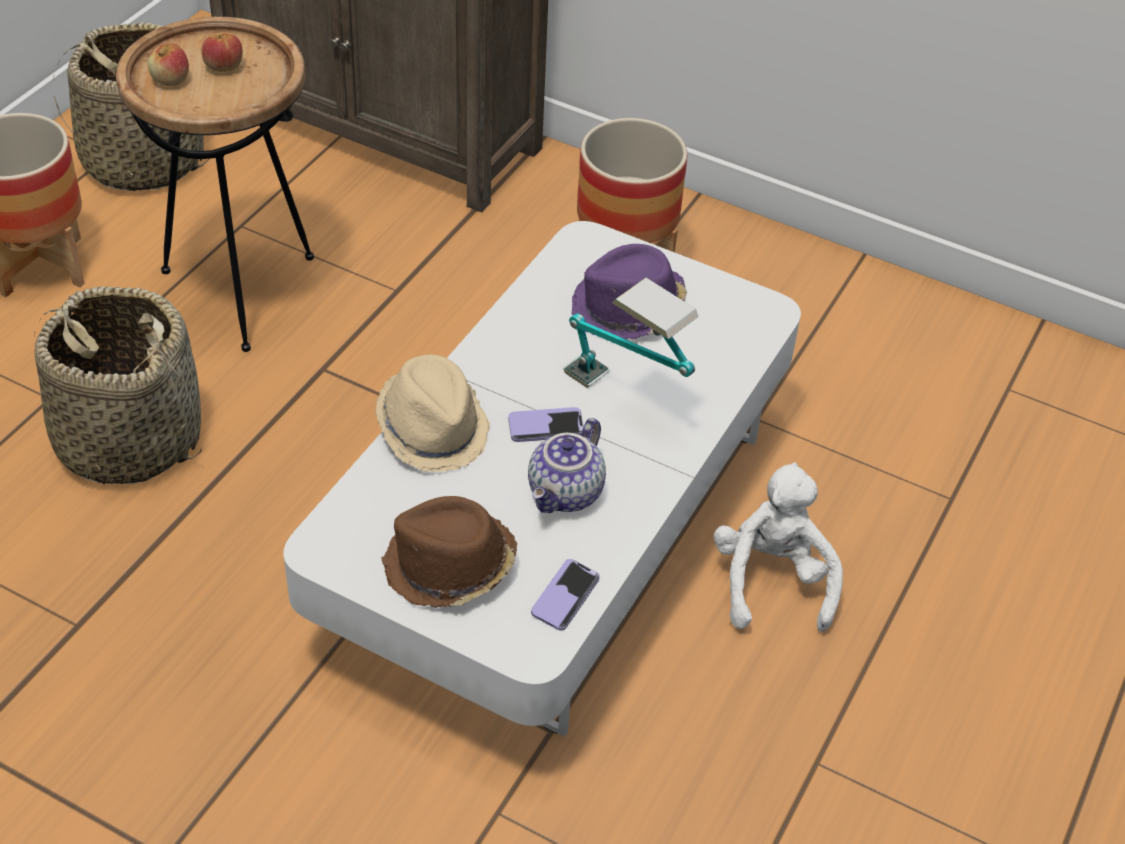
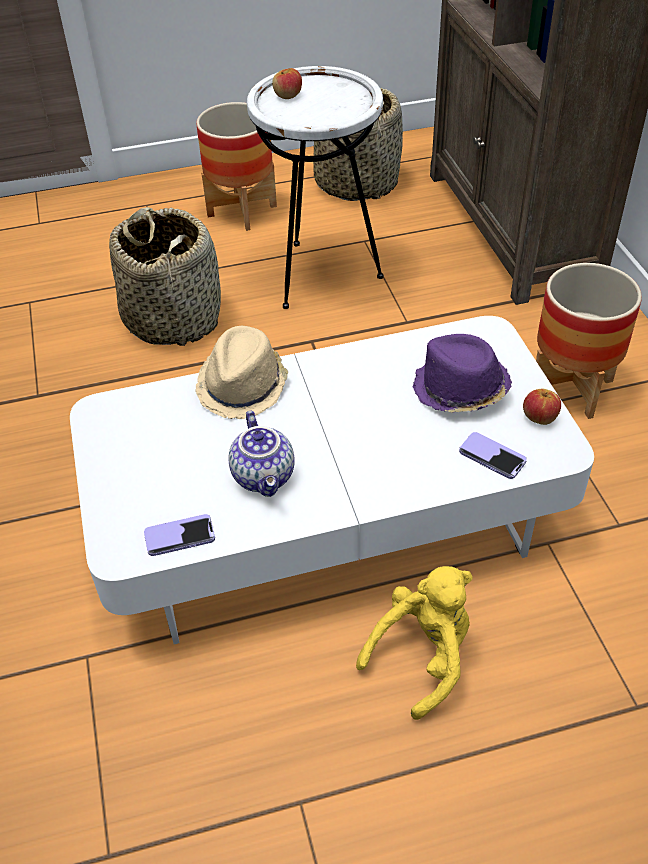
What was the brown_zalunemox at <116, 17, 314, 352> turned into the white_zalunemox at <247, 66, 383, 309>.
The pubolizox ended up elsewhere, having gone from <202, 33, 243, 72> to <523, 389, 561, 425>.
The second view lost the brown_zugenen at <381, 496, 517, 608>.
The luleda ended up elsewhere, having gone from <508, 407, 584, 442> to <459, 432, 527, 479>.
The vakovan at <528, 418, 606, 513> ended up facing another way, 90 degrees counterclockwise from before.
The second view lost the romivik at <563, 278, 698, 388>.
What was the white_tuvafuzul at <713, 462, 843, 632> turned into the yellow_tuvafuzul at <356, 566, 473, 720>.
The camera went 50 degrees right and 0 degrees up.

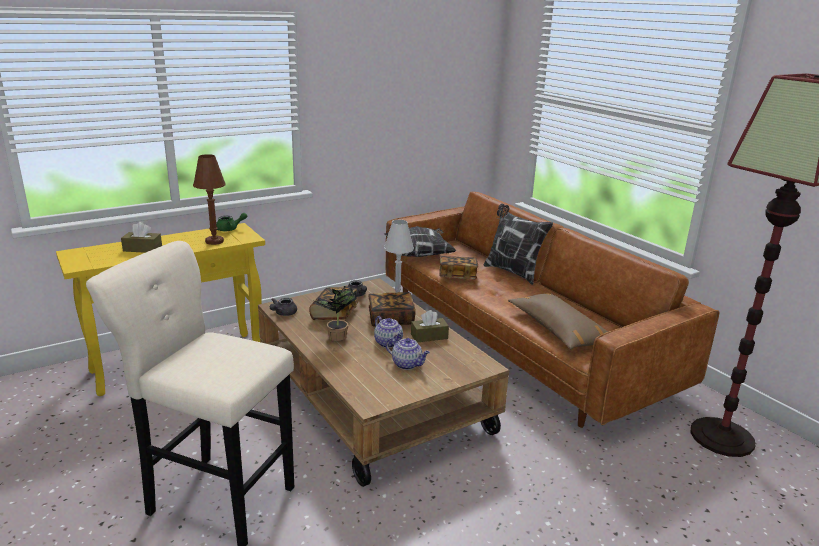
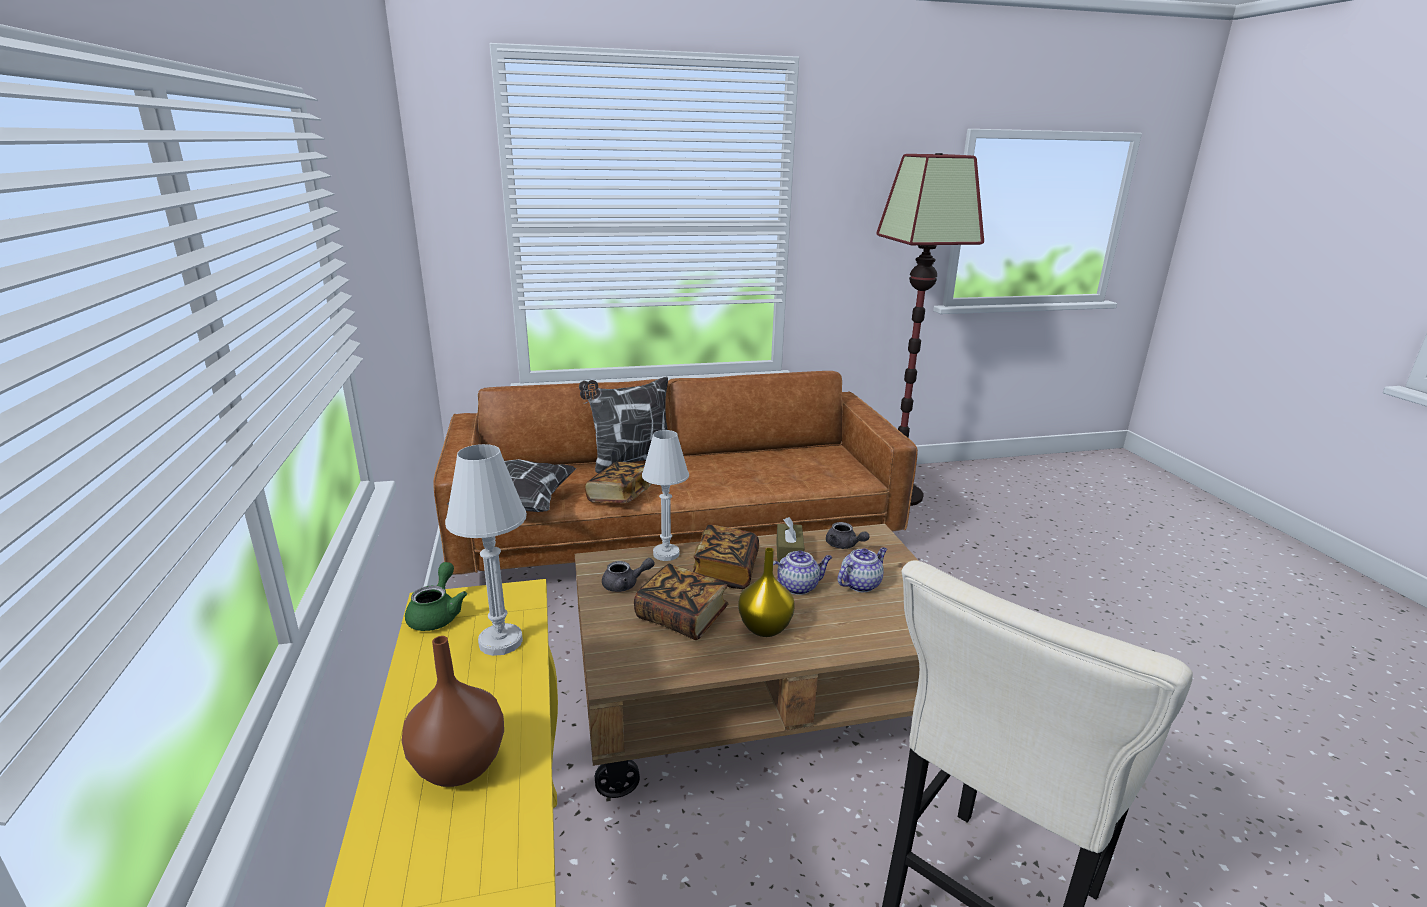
Where the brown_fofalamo stood at <121, 222, 162, 253>, the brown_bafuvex came to stand at <402, 636, 504, 787>.
What was the brown_romivik at <193, 154, 226, 245> turned into the white_romivik at <445, 444, 527, 656>.
The grey_vakovan ended up elsewhere, having gone from <270, 298, 297, 316> to <826, 522, 870, 549>.
Where the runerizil stood at <314, 287, 357, 341>, the yellow_bafuvex came to stand at <738, 548, 795, 637>.
The second view lost the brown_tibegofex at <508, 293, 608, 349>.
The camera went 70 degrees left and 0 degrees up.

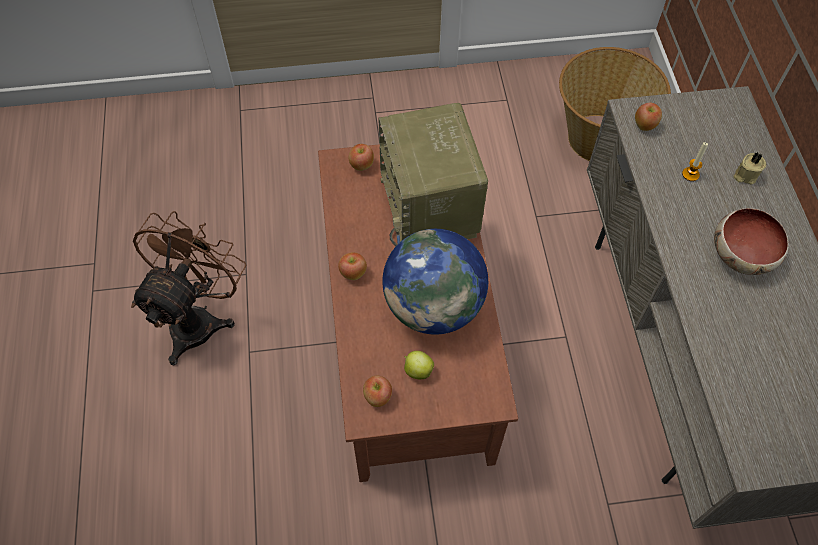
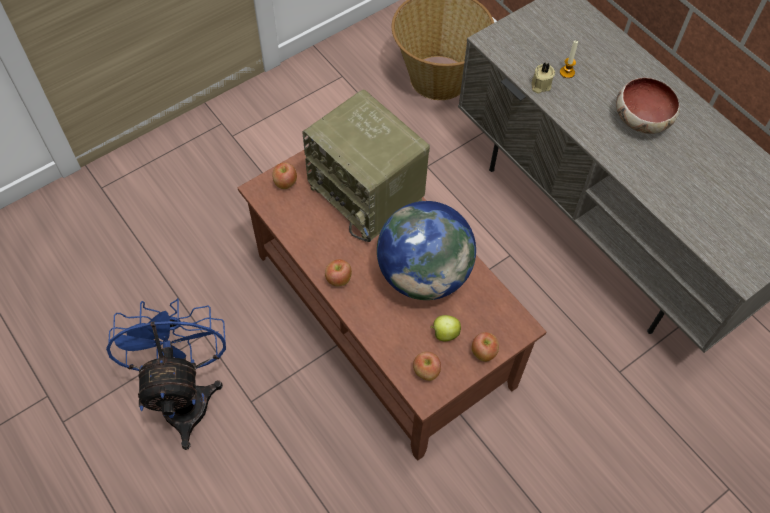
What was the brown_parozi at <131, 211, 247, 365> turned into the blue_parozi at <106, 298, 226, 450>.
The pubolizox ended up elsewhere, having gone from <635, 103, 662, 131> to <472, 332, 499, 362>.
The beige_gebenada ended up elsewhere, having gone from <733, 152, 766, 185> to <532, 63, 555, 93>.
The camera went 30 degrees left and 0 degrees up.

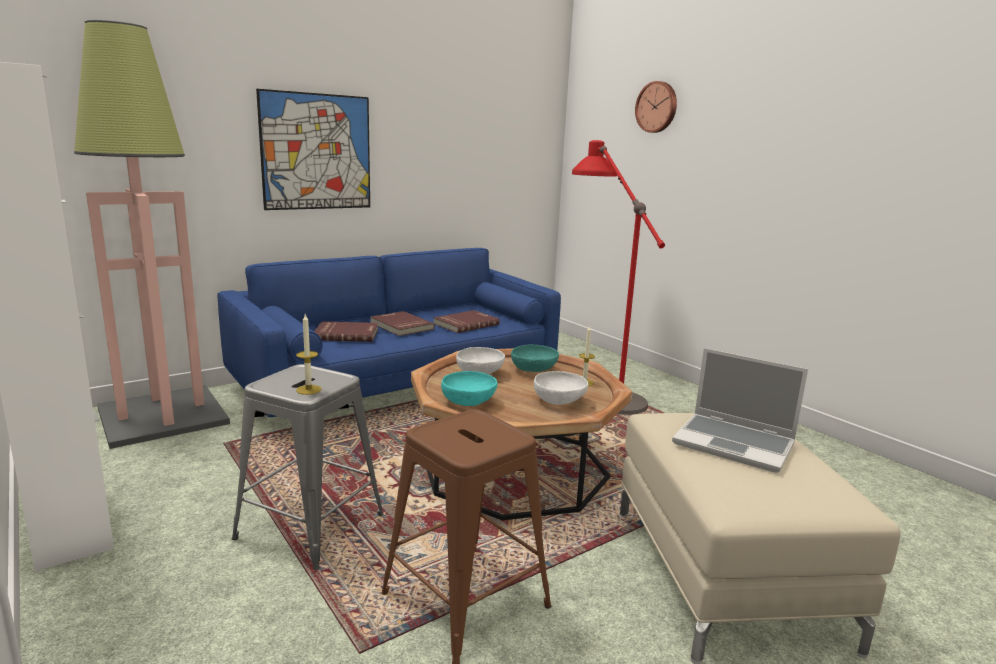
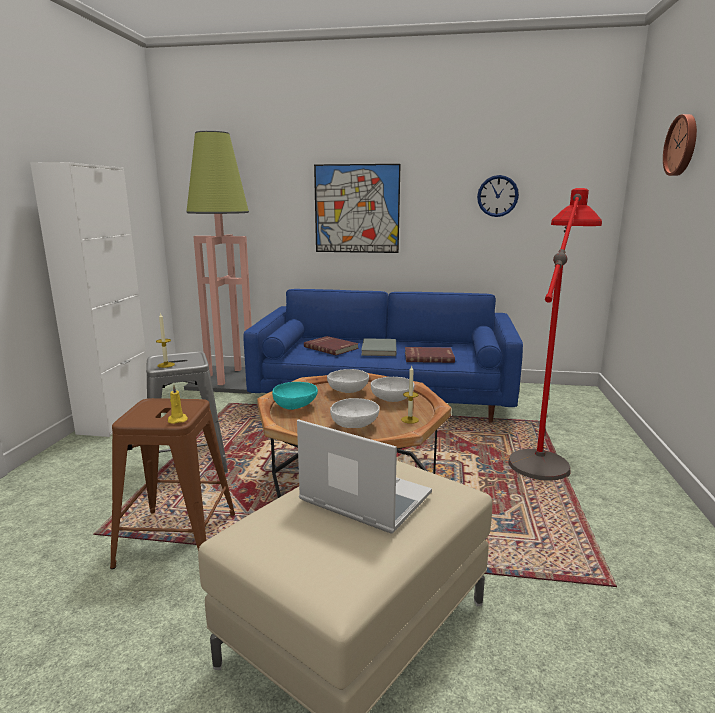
What was the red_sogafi at <370, 311, 435, 336> turned into the grey_sogafi at <361, 338, 397, 356>.
What was the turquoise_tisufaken at <511, 344, 559, 372> turned into the white_tisufaken at <371, 377, 415, 402>.
The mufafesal at <672, 348, 808, 473> ended up facing another way, 135 degrees clockwise from before.
The second view gained the yellow_gebenada at <168, 385, 188, 424>.
The second view gained the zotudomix at <477, 175, 519, 217>.
The camera went 45 degrees right and 0 degrees up.

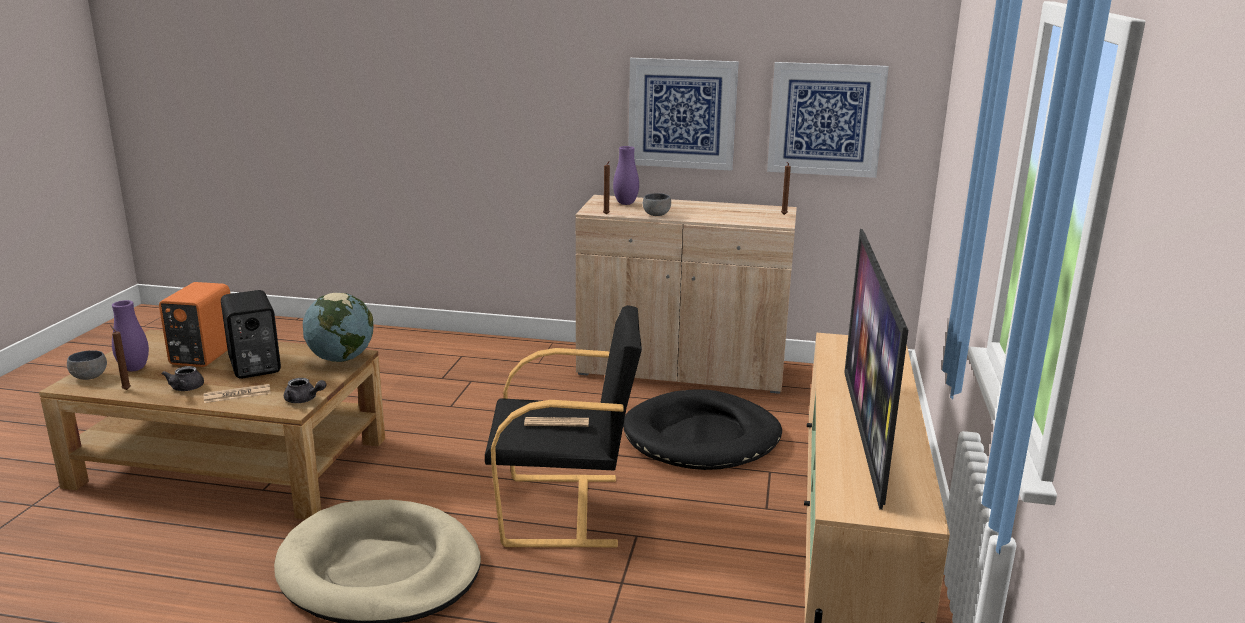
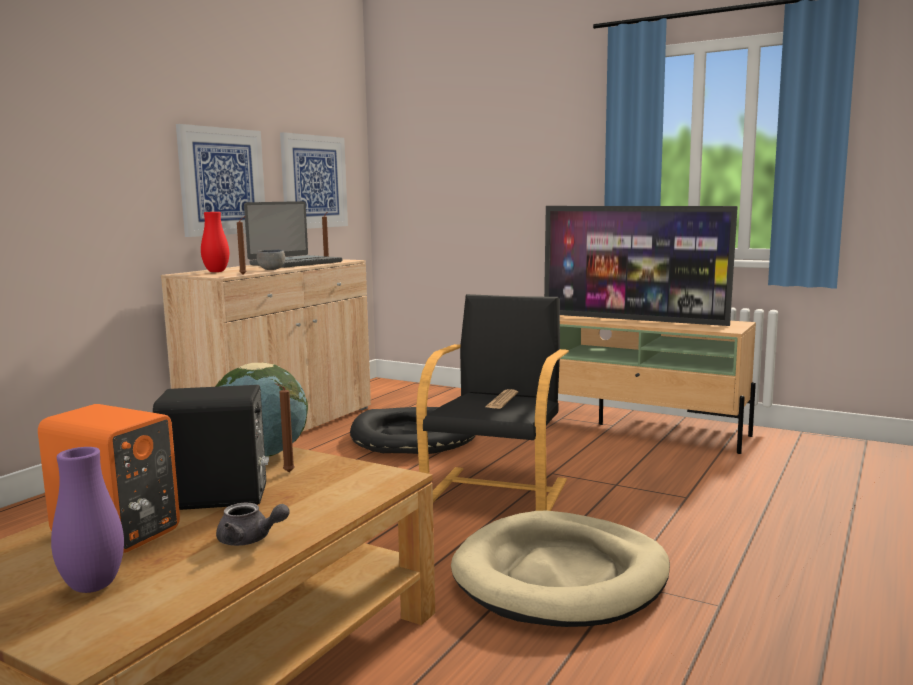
The second view lost the grey_tisufaken at <67, 350, 107, 380>.
The brown_gebenada ended up elsewhere, having gone from <110, 325, 131, 390> to <275, 383, 295, 472>.
The second view lost the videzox at <204, 384, 271, 403>.
The second view lost the grey_vakovan at <284, 378, 327, 403>.
What was the purple_bafuvex at <613, 146, 639, 205> turned into the red_bafuvex at <201, 212, 229, 272>.
The second view gained the mufafesal at <244, 201, 342, 268>.
The camera went 70 degrees left and 10 degrees down.

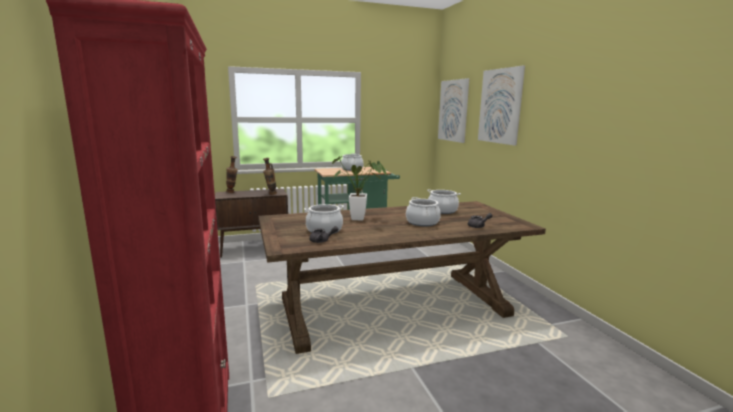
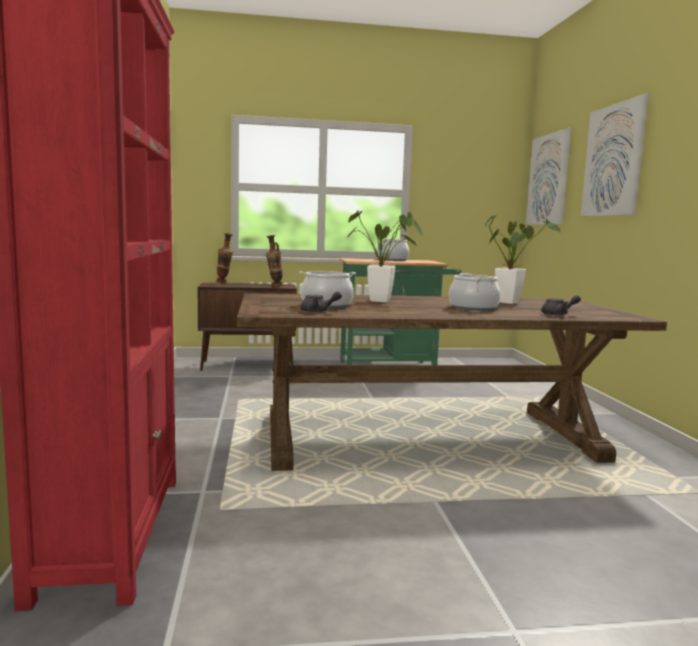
Where the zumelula stood at <427, 189, 461, 214>, the runerizil came to stand at <484, 215, 561, 304>.
The camera went 10 degrees right and 5 degrees down.

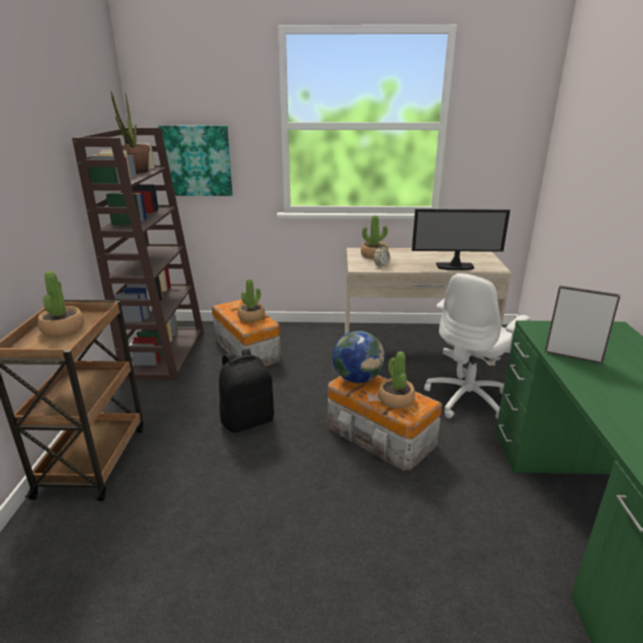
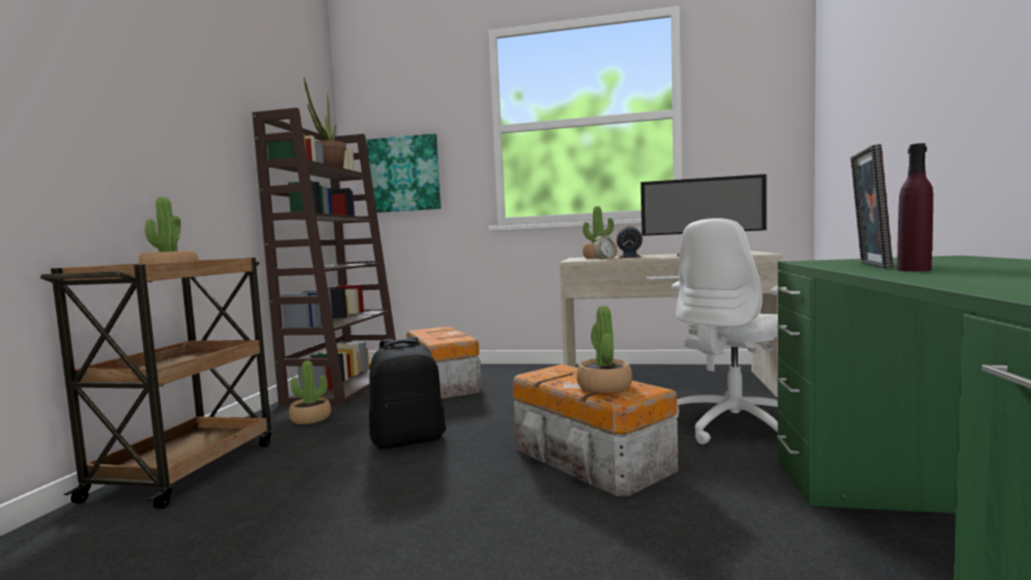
The runerizil ended up elsewhere, having gone from <238, 279, 265, 322> to <289, 360, 331, 424>.
The second view lost the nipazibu at <332, 331, 385, 383>.
The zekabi at <545, 285, 620, 364> ended up facing another way, 105 degrees counterclockwise from before.
The second view gained the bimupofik at <616, 226, 643, 258>.
The second view gained the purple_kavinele at <897, 143, 933, 272>.
The camera went 10 degrees right and 20 degrees down.

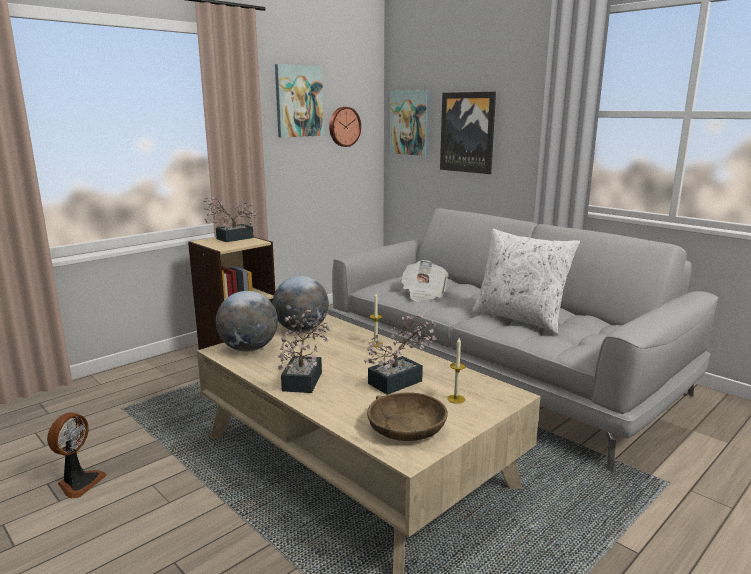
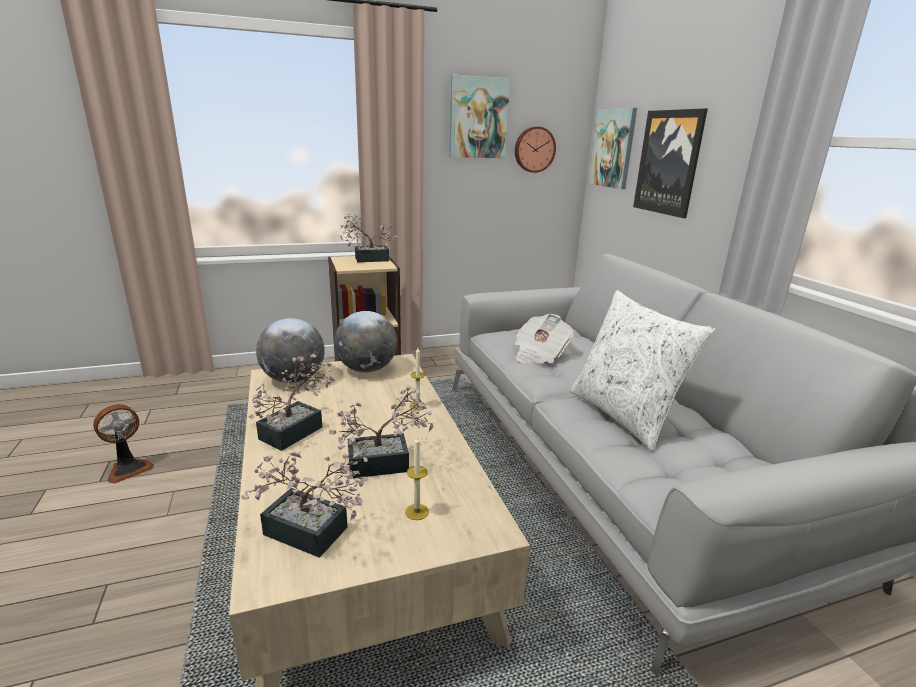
Where the brown_tisufaken stood at <367, 392, 448, 441>, the runerizil came to stand at <241, 452, 368, 558>.
The camera went 25 degrees right and 5 degrees up.

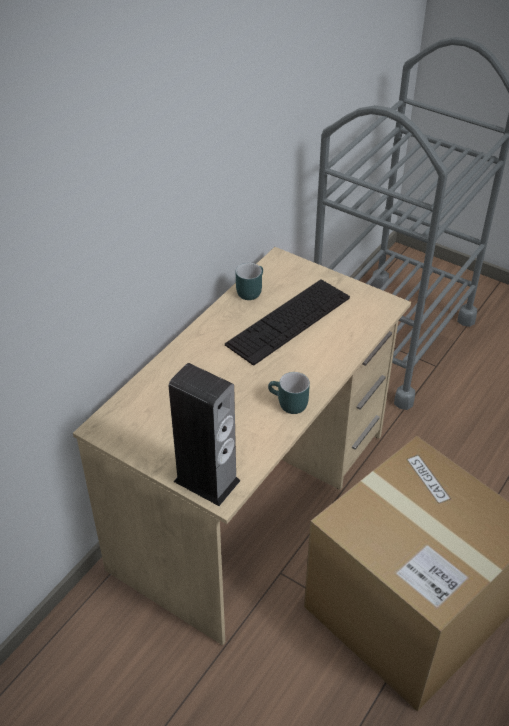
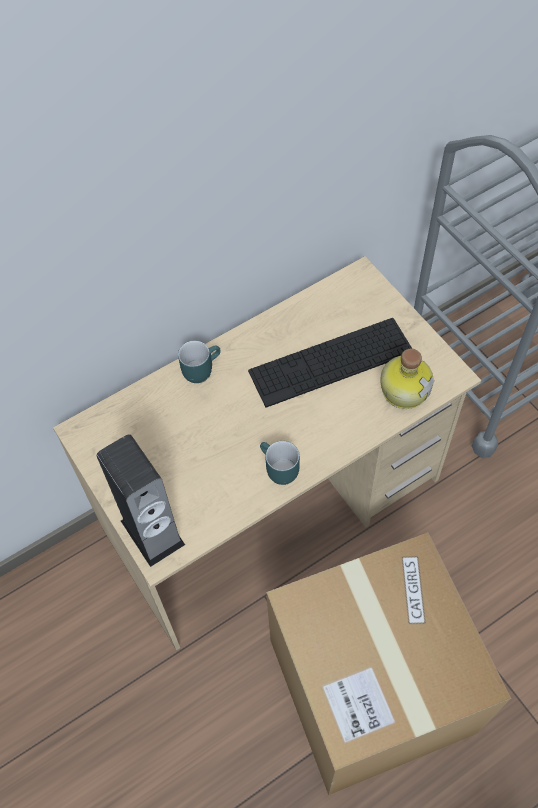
The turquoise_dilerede ended up elsewhere, having gone from <236, 263, 263, 300> to <178, 340, 221, 383>.
The second view gained the kavinele at <380, 349, 434, 409>.
The camera went 25 degrees right and 15 degrees up.

